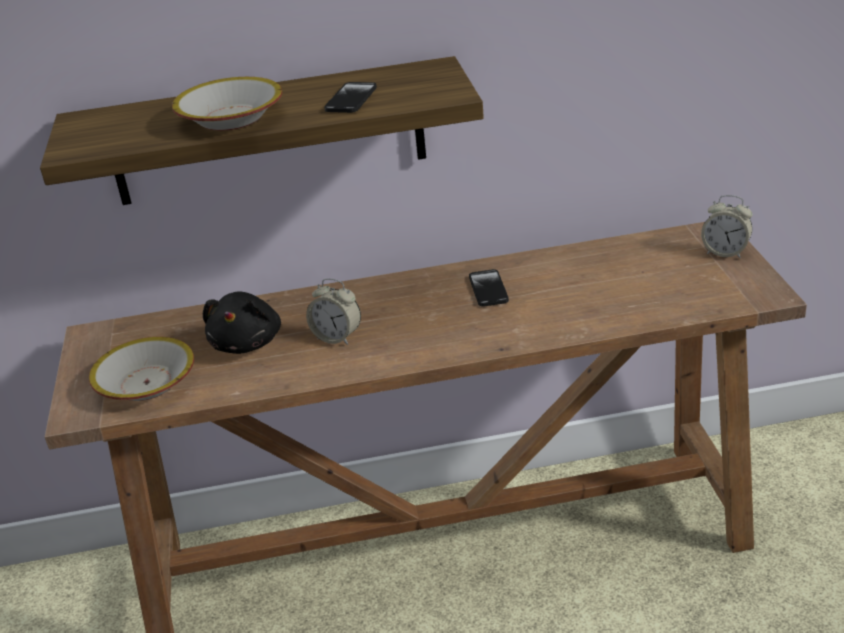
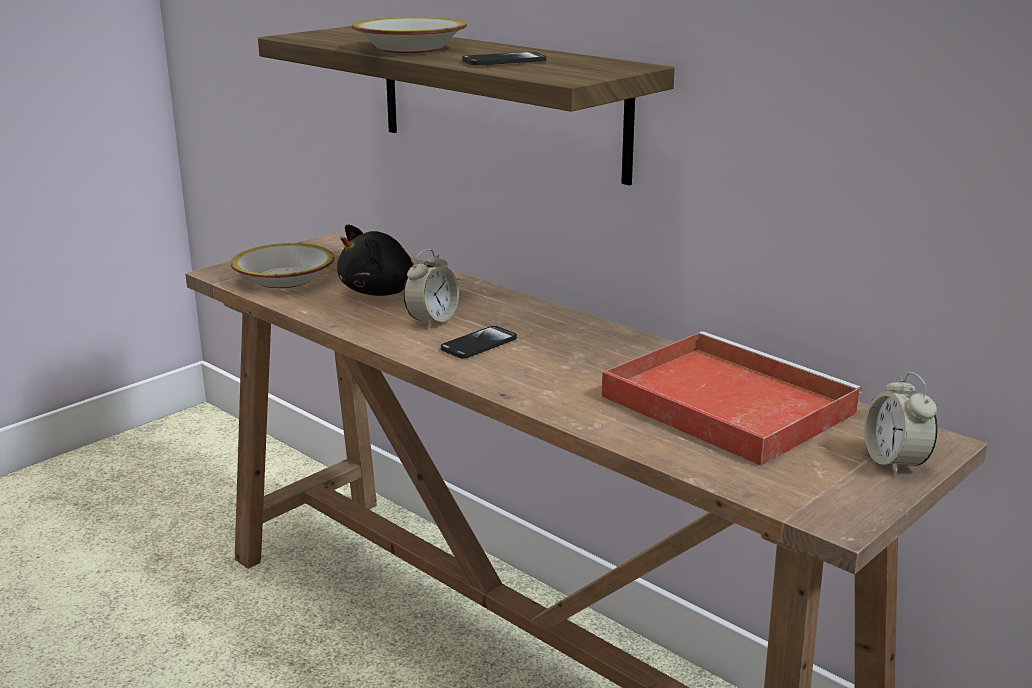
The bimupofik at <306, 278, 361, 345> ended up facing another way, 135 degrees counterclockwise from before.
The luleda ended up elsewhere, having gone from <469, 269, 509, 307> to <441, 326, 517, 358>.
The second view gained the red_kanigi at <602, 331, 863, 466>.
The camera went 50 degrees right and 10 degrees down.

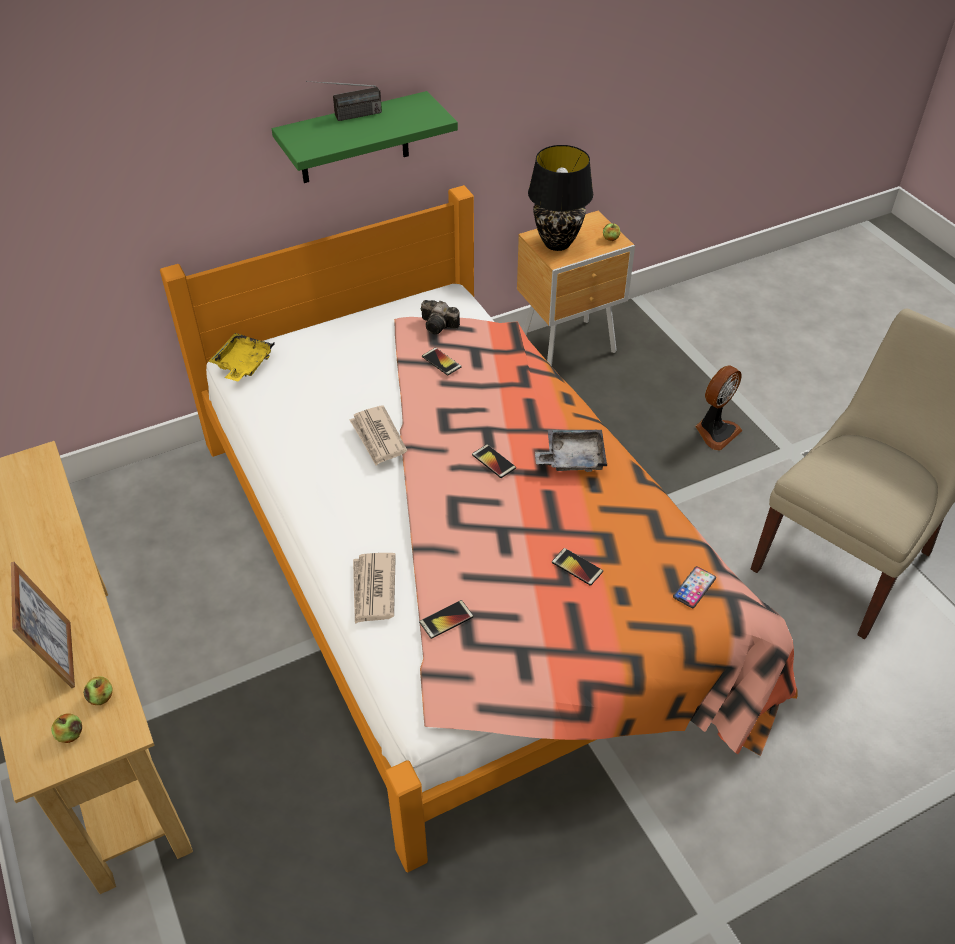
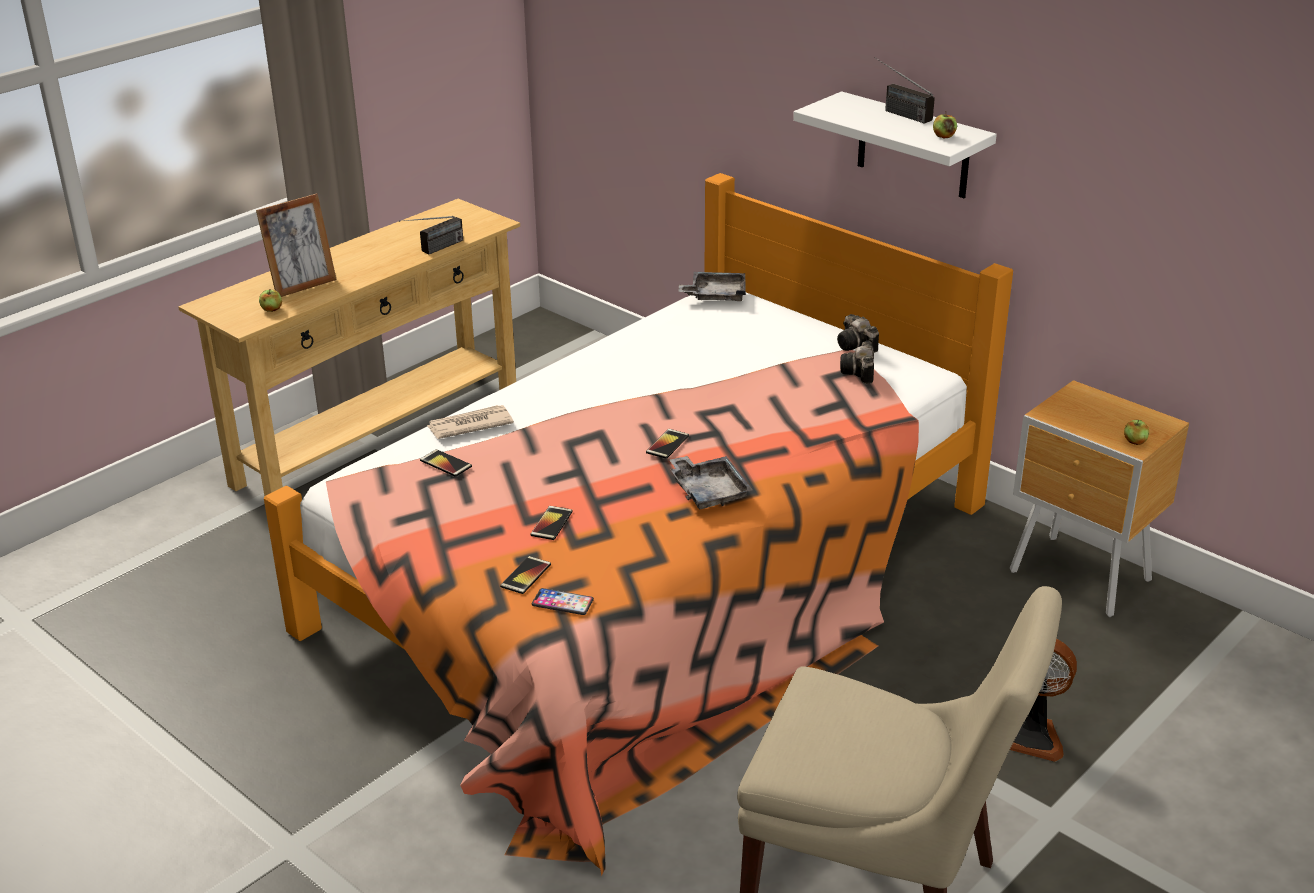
The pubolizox ended up elsewhere, having gone from <51, 713, 82, 743> to <933, 111, 957, 138>.
What was the yellow_kanigi at <208, 333, 275, 381> turned into the grey_kanigi at <678, 272, 746, 301>.
What was the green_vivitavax at <272, 91, 458, 183> turned into the white_vivitavax at <793, 91, 997, 198>.
The second view lost the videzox at <350, 405, 407, 465>.
The luleda ended up elsewhere, having gone from <422, 348, 462, 376> to <500, 556, 551, 594>.
The second view lost the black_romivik at <528, 145, 593, 251>.
The second view gained the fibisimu at <399, 216, 463, 254>.
The second view gained the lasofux at <837, 314, 879, 353>.
The camera went 70 degrees right and 15 degrees down.

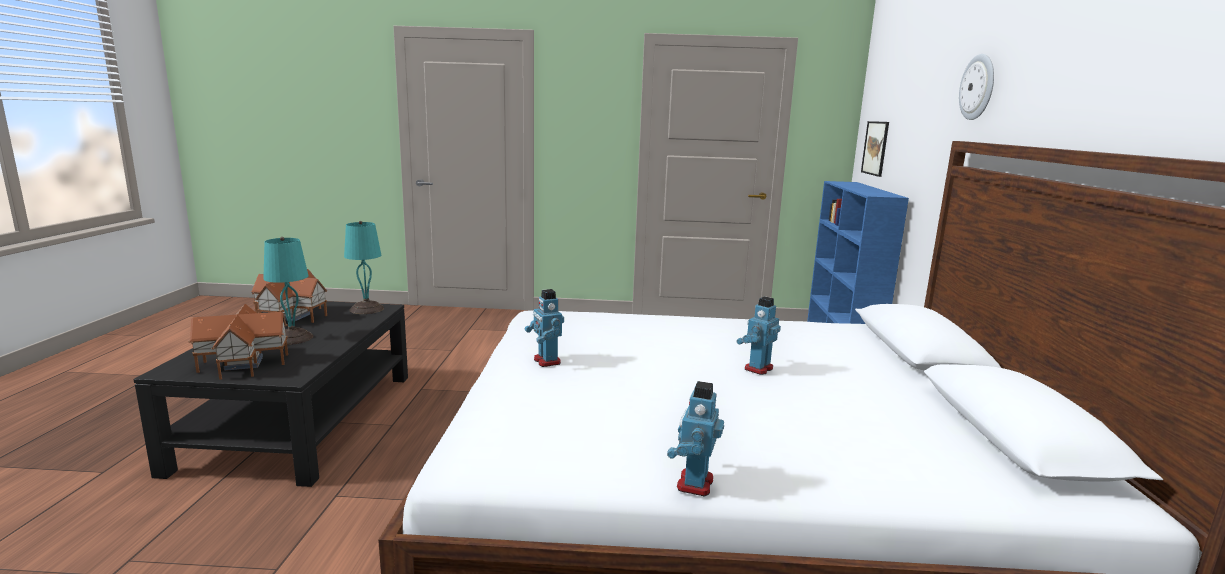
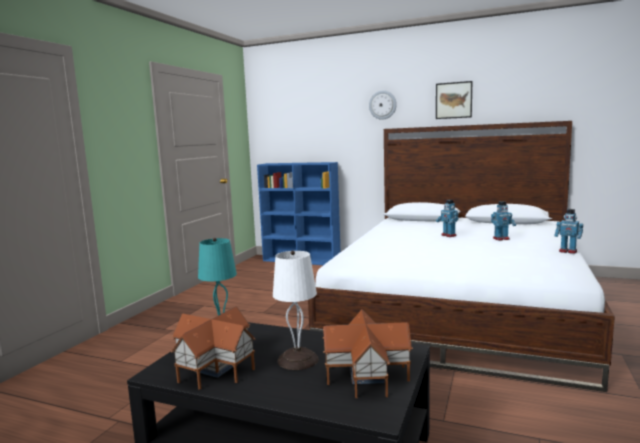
What was the turquoise_romivik at <263, 237, 313, 345> turned into the white_romivik at <273, 251, 318, 370>.
The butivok ended up elsewhere, having gone from <525, 289, 564, 367> to <491, 201, 516, 241>.
The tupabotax ended up elsewhere, having gone from <861, 121, 889, 177> to <436, 81, 472, 119>.
The camera went 70 degrees left and 5 degrees down.

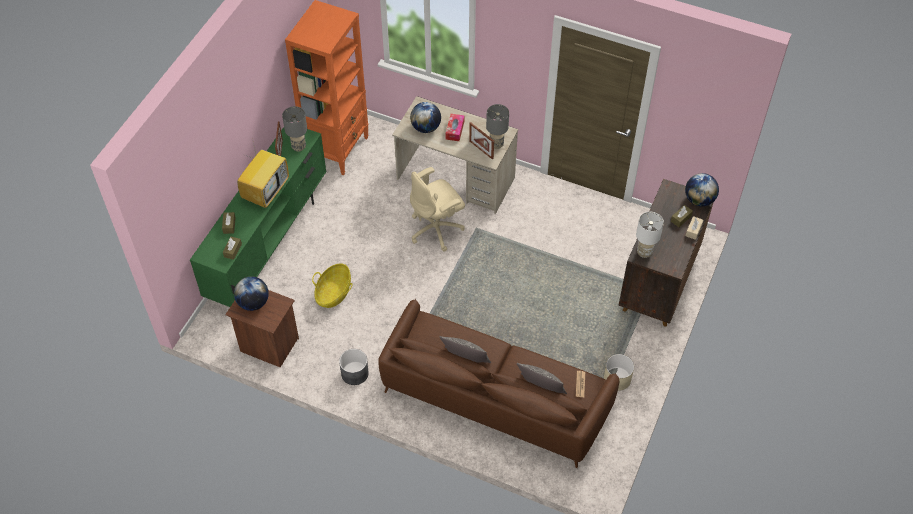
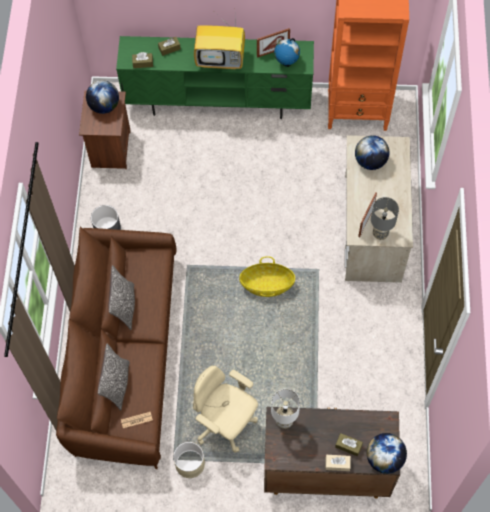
Where the grey_romivik stood at <282, 106, 307, 152>, the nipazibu came to stand at <274, 38, 300, 67>.
The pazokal ended up elsewhere, having gone from <312, 263, 353, 308> to <239, 256, 295, 297>.
The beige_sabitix ended up elsewhere, having gone from <410, 167, 465, 251> to <193, 366, 258, 453>.
The second view lost the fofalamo at <446, 114, 464, 141>.
The camera went 70 degrees right and 10 degrees up.

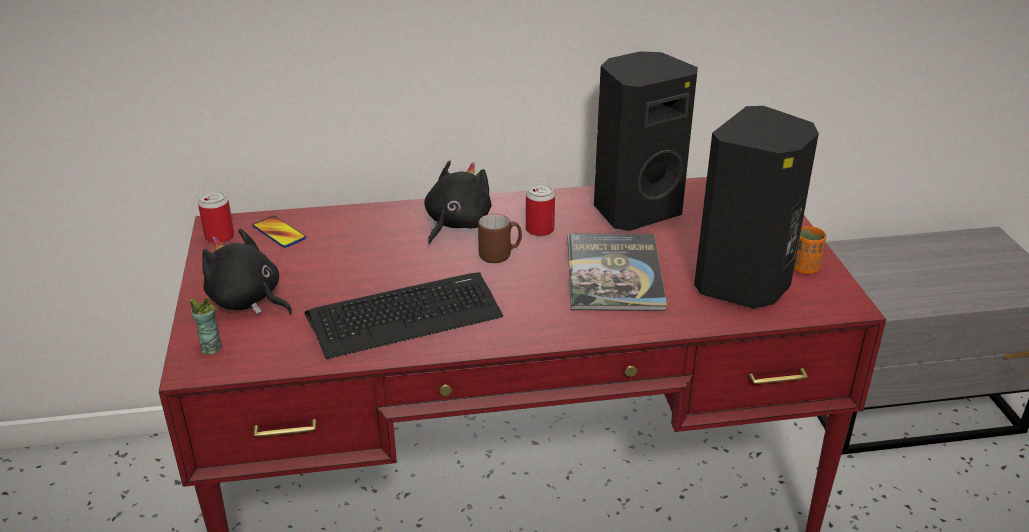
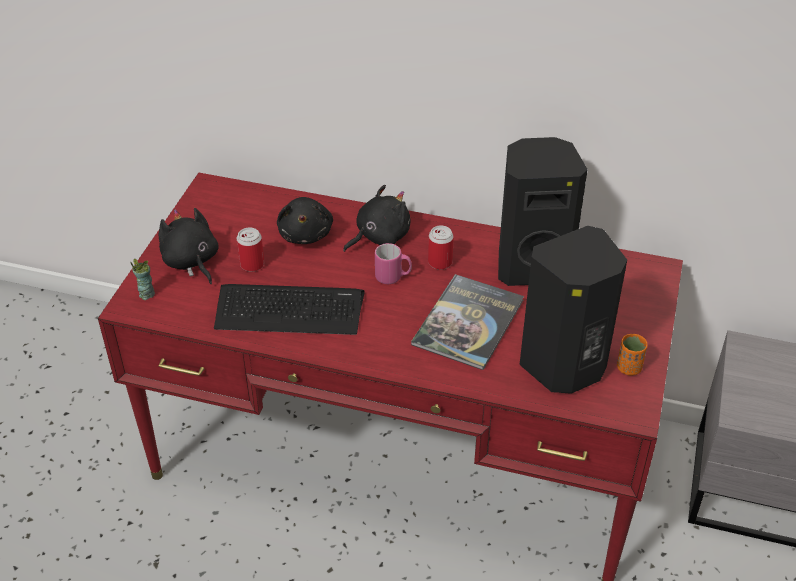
The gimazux ended up elsewhere, having gone from <198, 190, 234, 244> to <237, 227, 264, 272>.
The second view lost the luleda at <253, 216, 306, 248>.
What was the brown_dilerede at <478, 214, 522, 263> turned into the pink_dilerede at <375, 243, 412, 284>.
The second view gained the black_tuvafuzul at <277, 197, 333, 244>.
The camera went 25 degrees right and 10 degrees up.

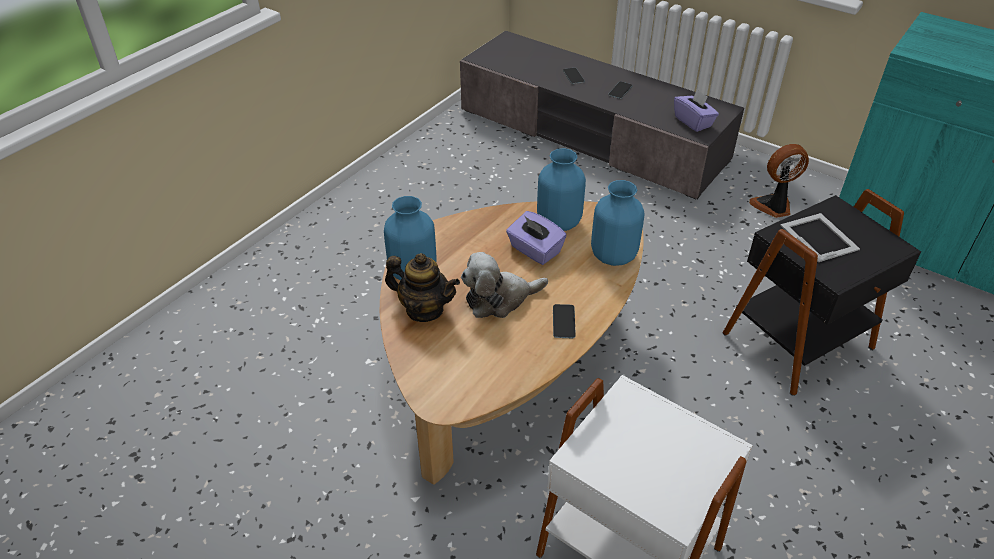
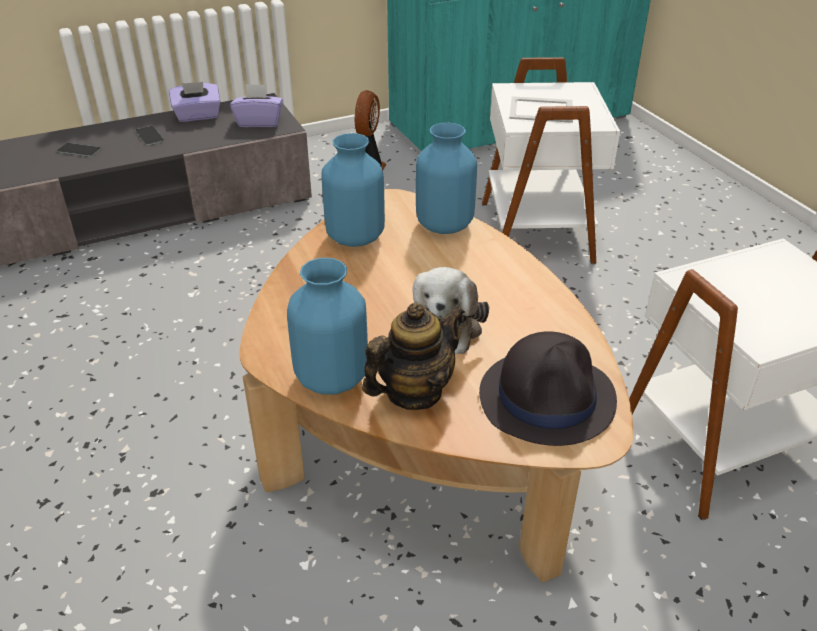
The purple_fofalamo ended up elsewhere, having gone from <506, 211, 567, 265> to <169, 82, 221, 122>.
The second view lost the luleda at <553, 304, 576, 338>.
What was the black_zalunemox at <723, 189, 921, 396> turned into the white_zalunemox at <482, 57, 620, 264>.
The second view gained the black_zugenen at <479, 331, 617, 446>.
The camera went 60 degrees left and 5 degrees down.

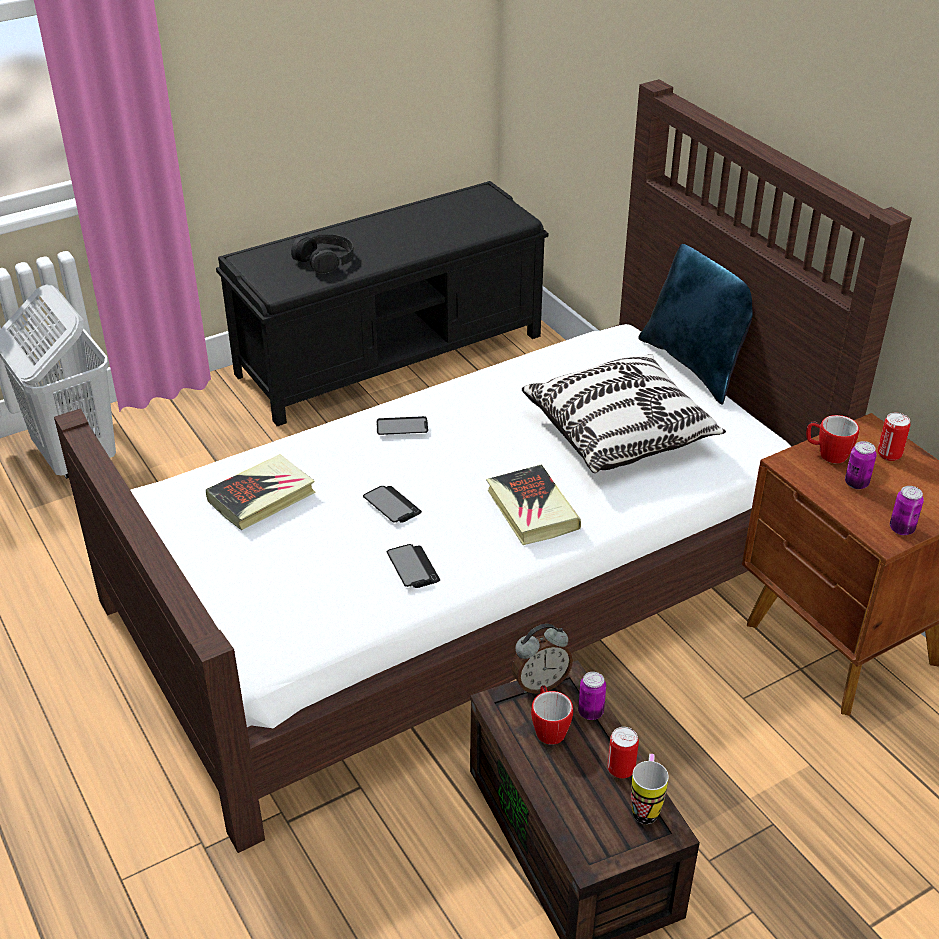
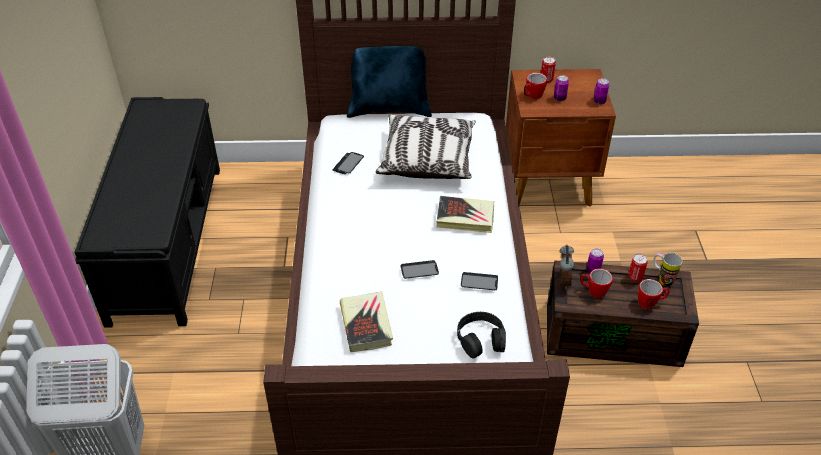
The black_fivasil ended up elsewhere, having gone from <291, 234, 354, 274> to <457, 312, 506, 359>.
The luleda ended up elsewhere, having gone from <377, 416, 428, 435> to <333, 152, 364, 174>.
The second view gained the dilerede at <638, 279, 670, 309>.
The camera went 60 degrees left and 5 degrees up.

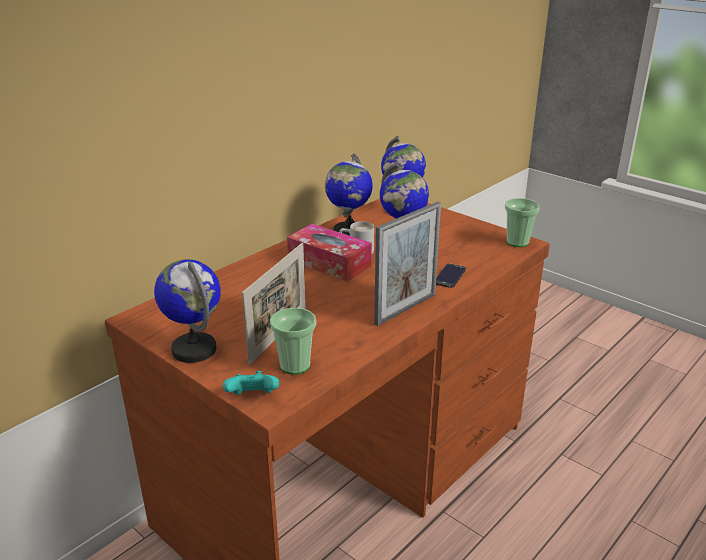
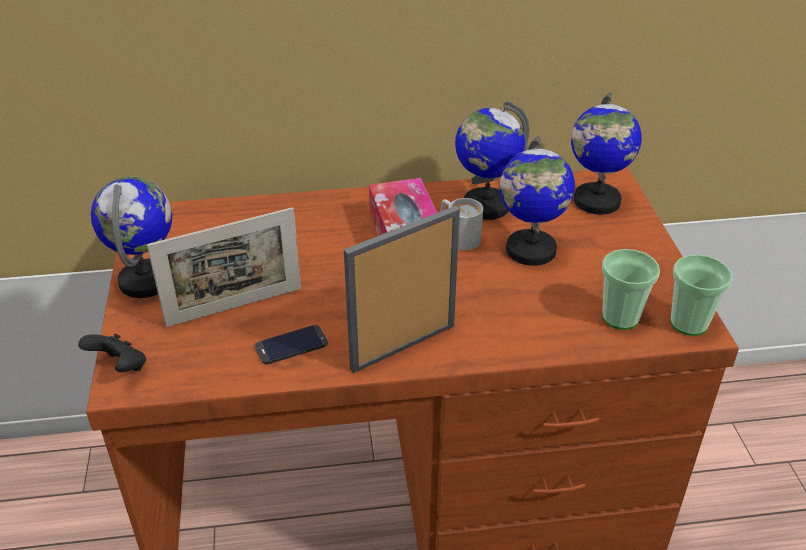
What was the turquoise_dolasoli at <223, 371, 279, 395> turned into the black_dolasoli at <78, 334, 146, 372>.
The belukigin ended up elsewhere, having gone from <270, 308, 316, 375> to <602, 249, 660, 330>.
The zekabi at <374, 202, 441, 326> ended up facing another way, 150 degrees clockwise from before.
The luleda ended up elsewhere, having gone from <436, 263, 466, 288> to <255, 325, 328, 364>.
The camera went 40 degrees right and 10 degrees up.

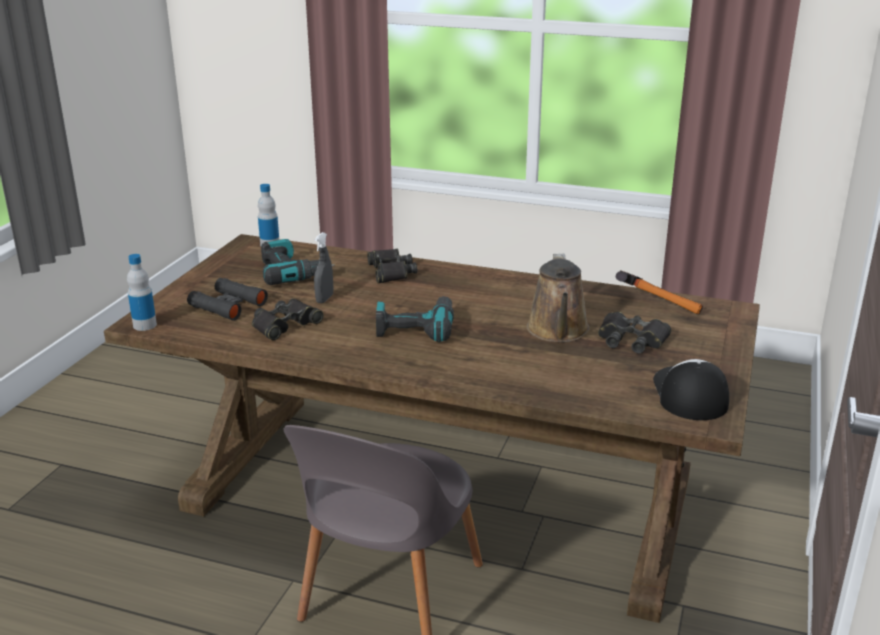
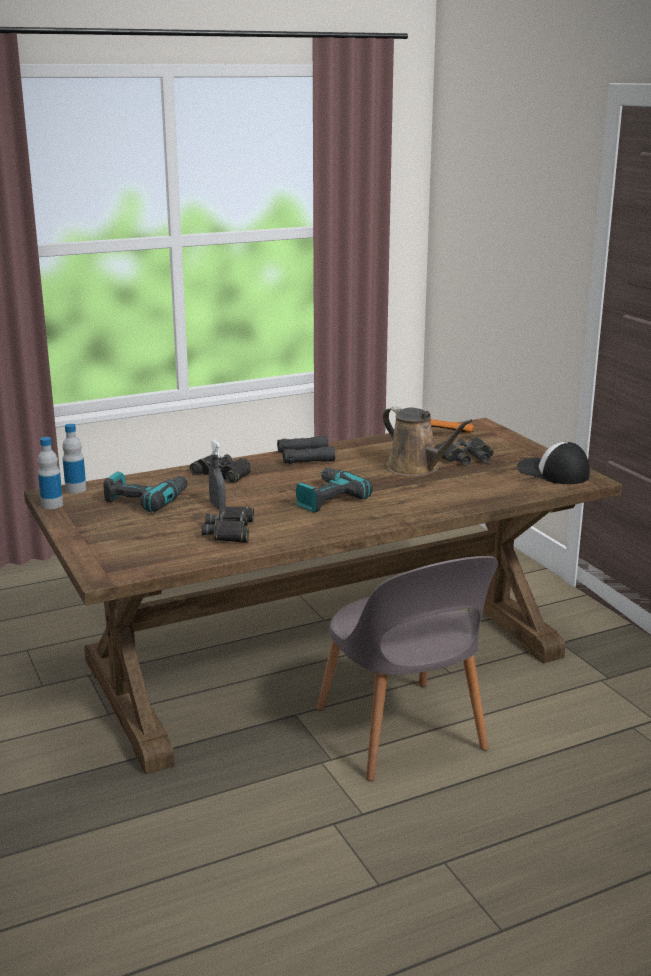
The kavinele ended up elsewhere, having gone from <127, 254, 157, 331> to <38, 437, 63, 509>.
The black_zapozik ended up elsewhere, having gone from <187, 278, 268, 321> to <277, 436, 335, 464>.
The camera went 45 degrees left and 5 degrees down.

